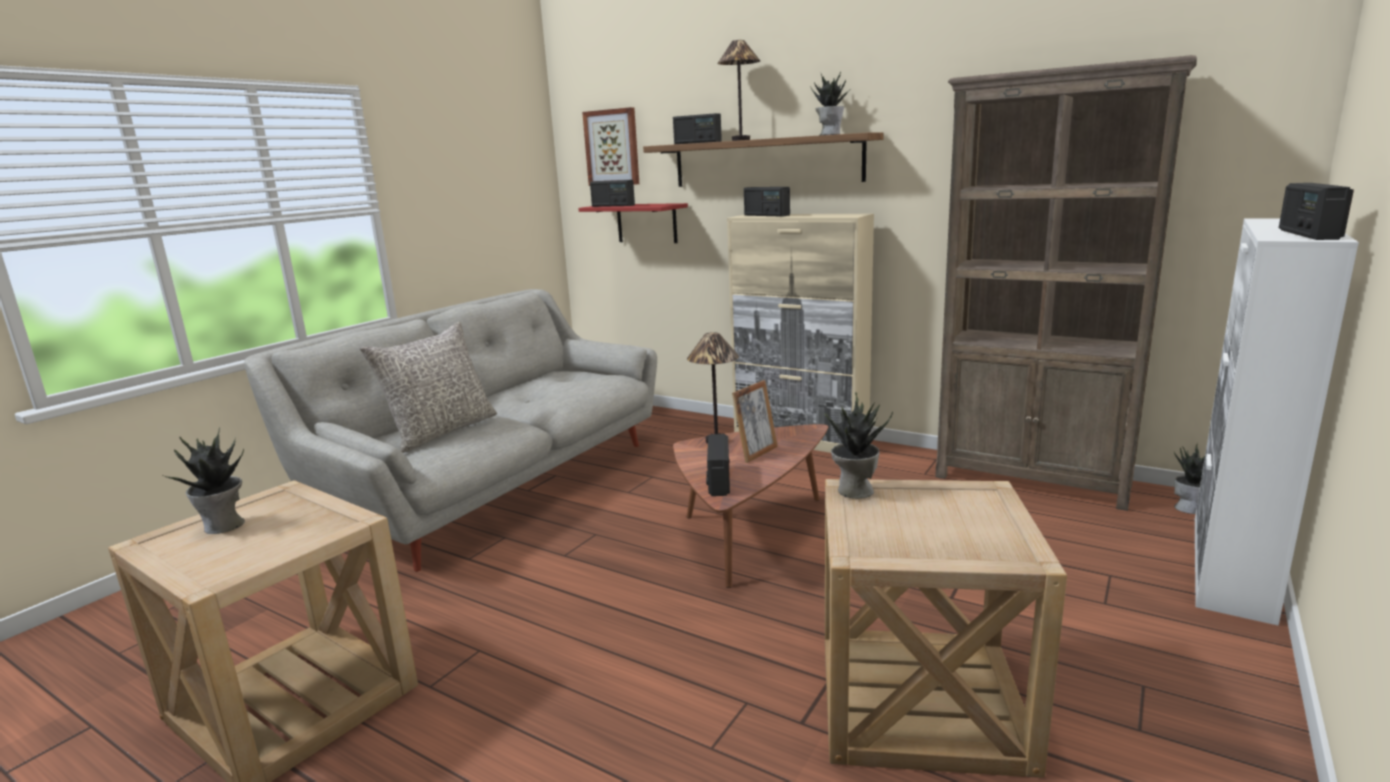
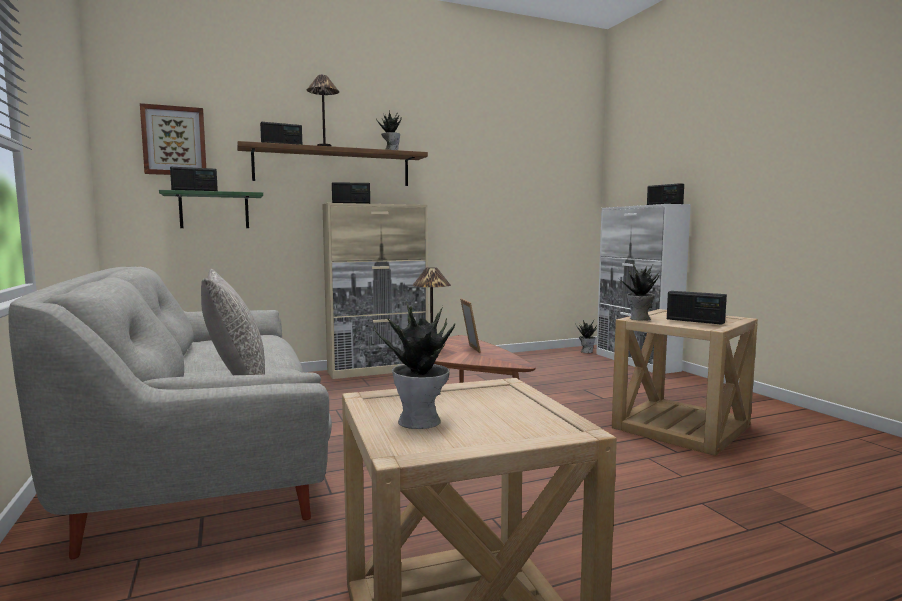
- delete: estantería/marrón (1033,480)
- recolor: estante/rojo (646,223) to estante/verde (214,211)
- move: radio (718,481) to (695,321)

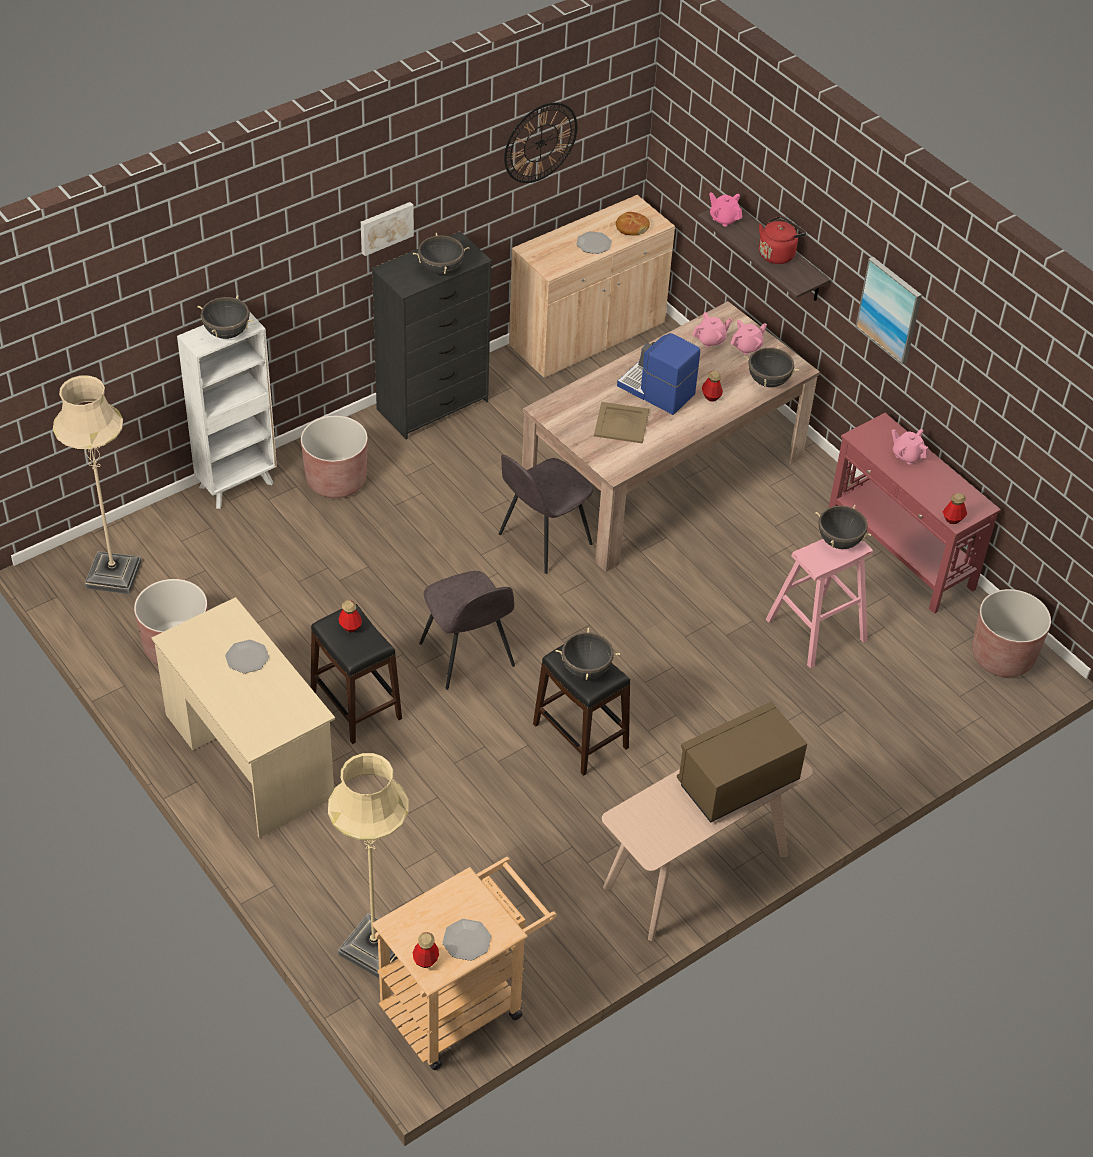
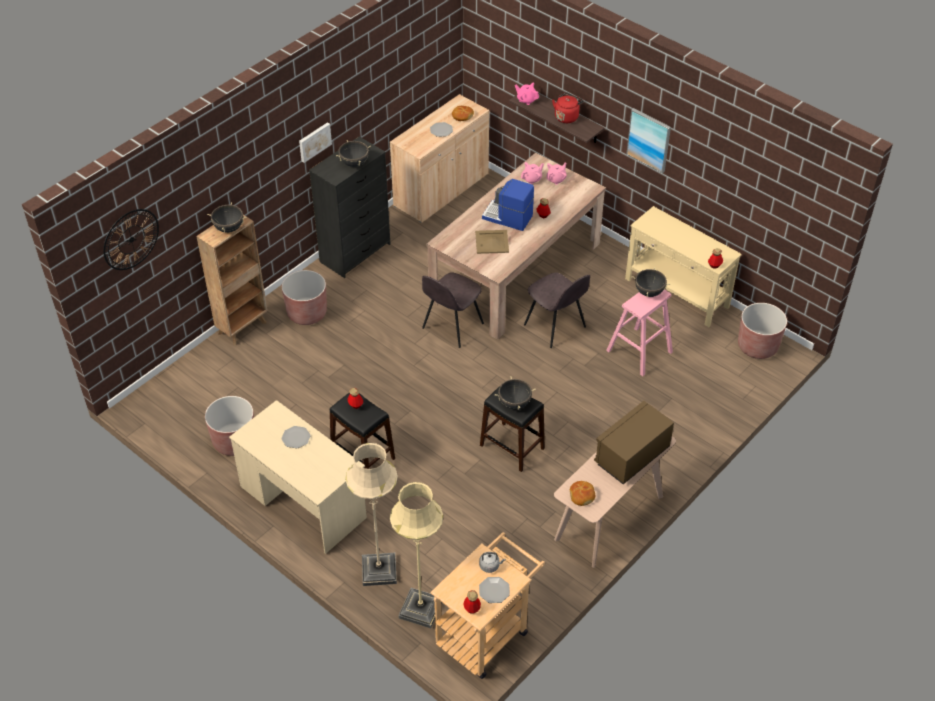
- move: reloj de pared (540,142) to (131,239)
- recolor: estantería/blanco (238,484) to estantería/marrón (243,327)
- delete: olla/negro (768,381)
- move: lámpara de pie/beis (114,574) to (379,570)
- recolor: mesa consola/rojo (900,553) to mesa consola/beis (677,293)
- delete: tetera/rosa (907,455)
- move: silla/gris (468,656) to (556,327)
- insert: pan (582,495)
- insert: hervidor/gris (490,566)

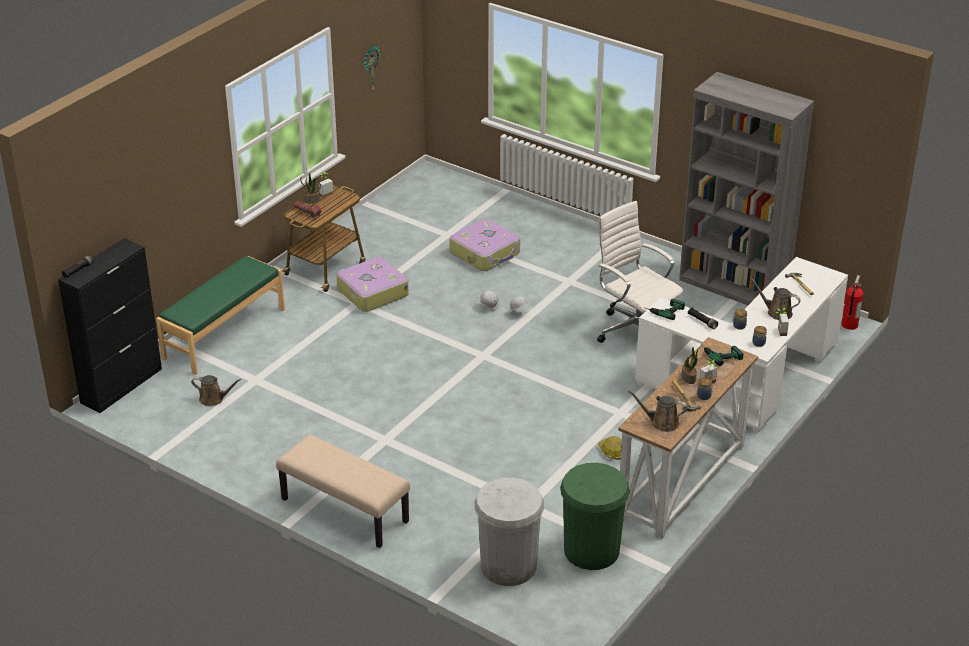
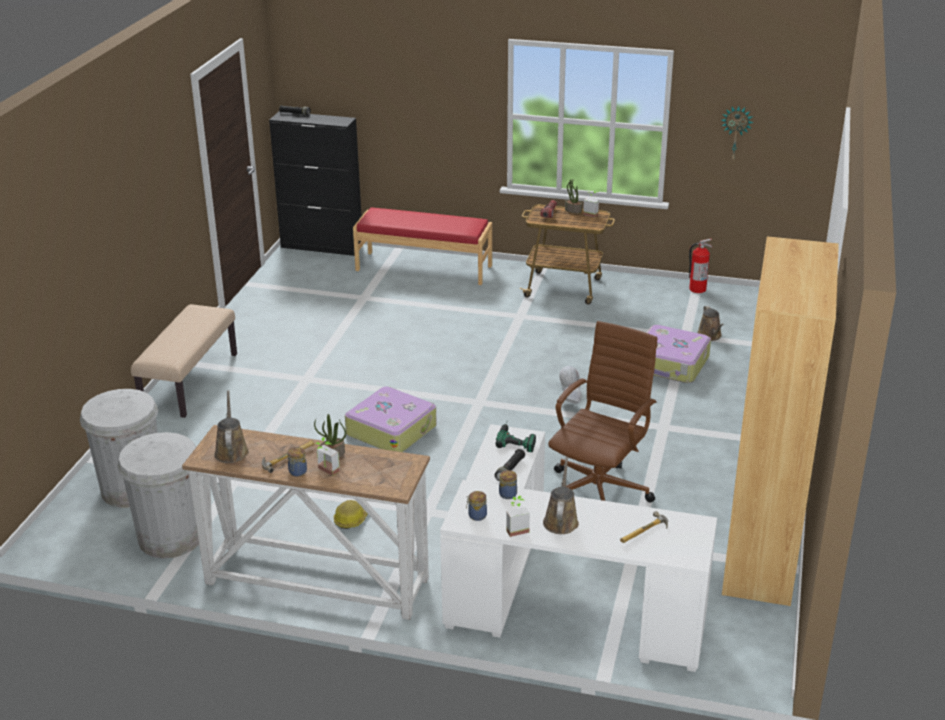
- recolor: estantería/gris (733,287) to estantería/marrón (760,553)
- recolor: silla de oficina/blanco (635,330) to silla de oficina/marrón (599,492)
- recolor: banco/verde (224,333) to banco/rojo (424,268)
- move: maleta (371,292) to (391,430)
- move: extintor (849,325) to (697,289)
- delete: taladro (720,354)
- move: regadera/marrón (214,399) to (710,336)
- recolor: papelera/verde (591,550) to papelera/blanco (171,537)

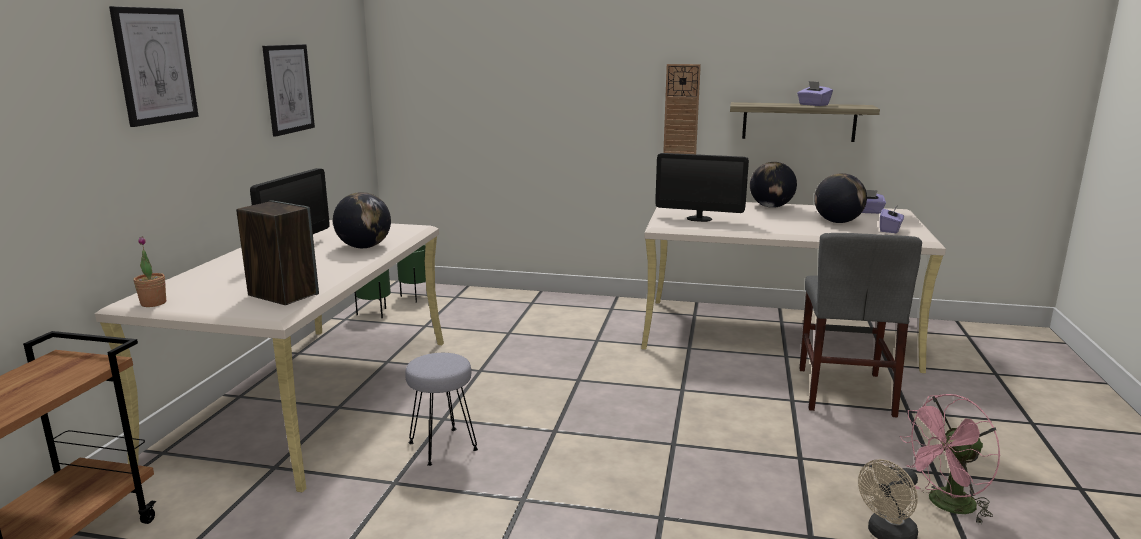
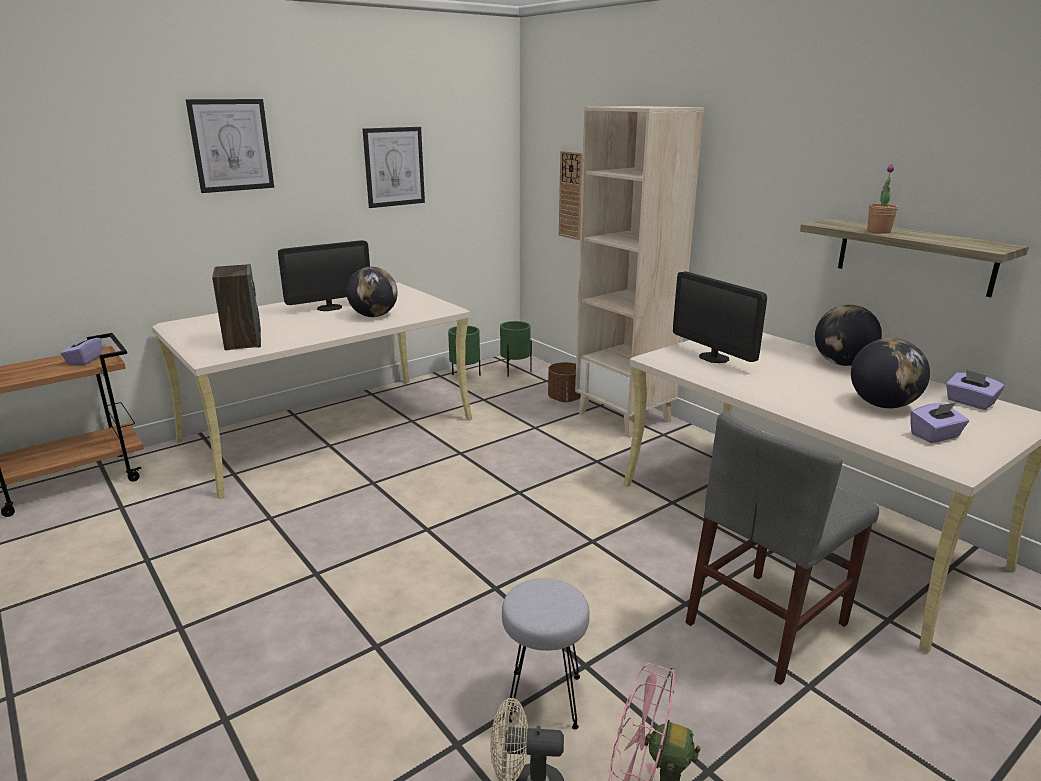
- move: reloj de pared (681,109) to (571,195)
- move: caja de pañuelos/morado (813,105) to (84,360)
- move: planta en maceta (153,303) to (878,231)
- move: taburete/gris (443,447) to (543,700)
- insert: estantería/beis (625,417)
- insert: maceta/marrón (565,399)

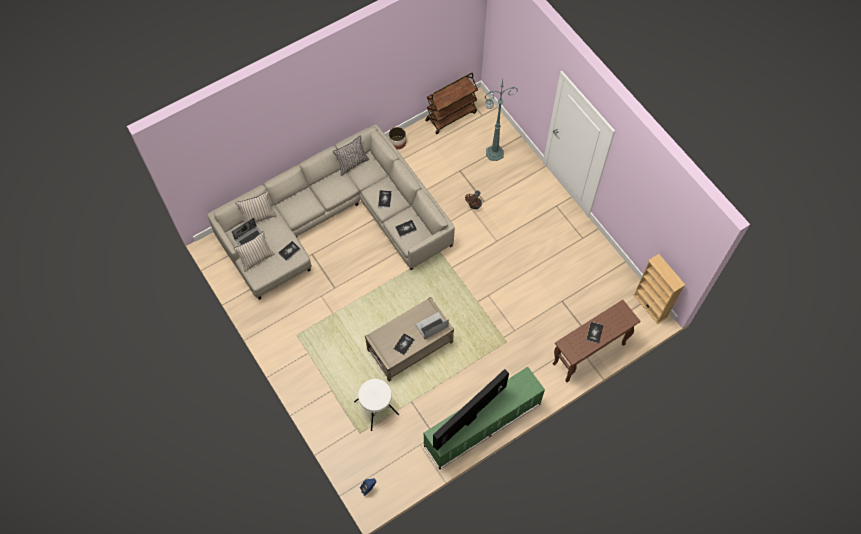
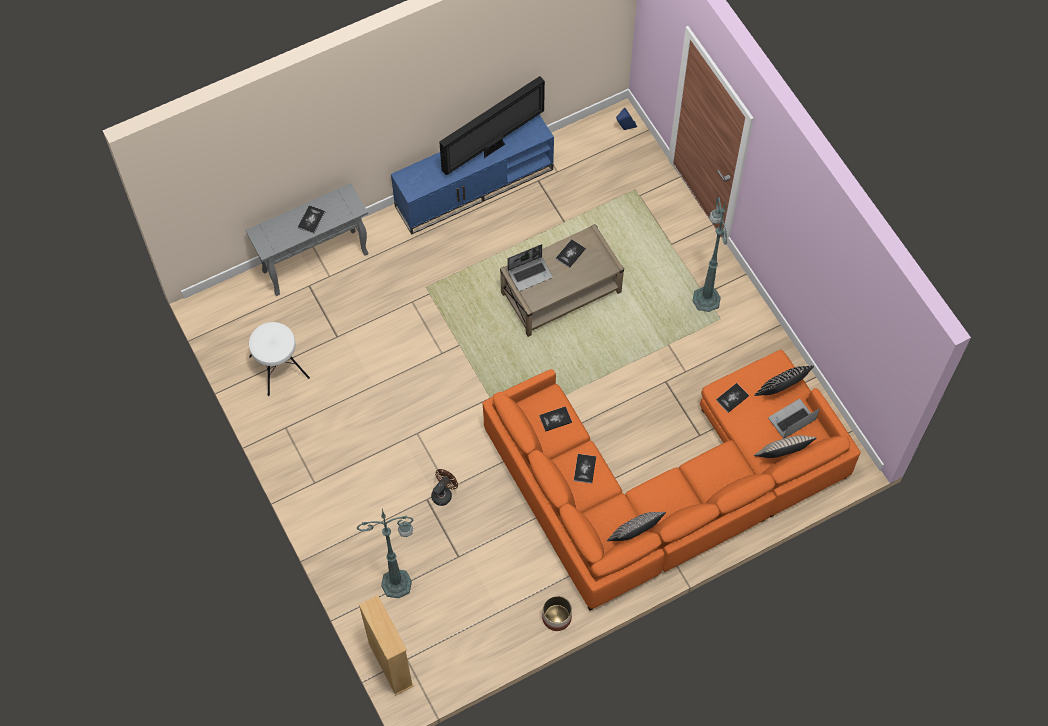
- delete: carrito/marrón (451,116)
- recolor: sofá/beis (333,221) to sofá/naranja (666,485)
- recolor: cojín/beis (256,258) to cojín/negro (780,390)
- move: estantería/beis (650,305) to (390,664)
- recolor: mesa consola/marrón (588,354) to mesa consola/gris (316,262)
- recolor: mueble de televisión/verde (482,426) to mueble de televisión/azul (474,186)
- move: taburete/blanco (376,407) to (278,367)
- insert: lámpara de pie/verde (706,298)

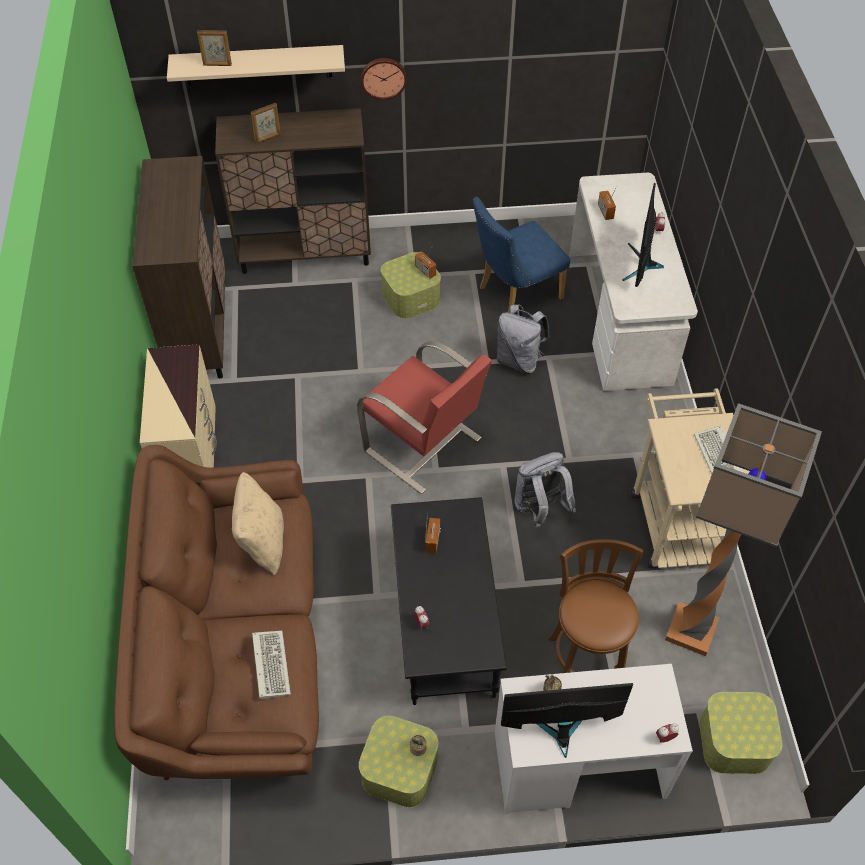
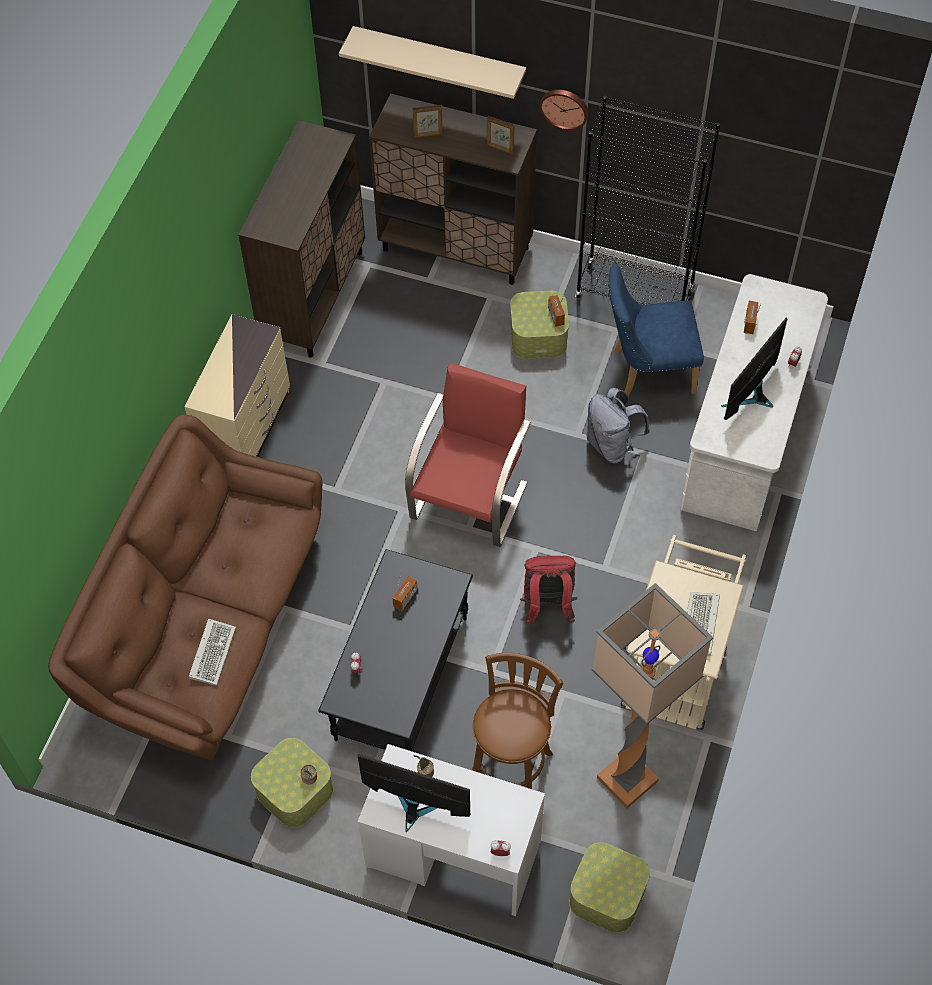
- move: portarretratos (217,65) to (500,148)
- rotate: sillón/rojo (424,445) = (469,499) 135 degrees counterclockwise
- recolor: mochila/gris (539,509) to mochila/rojo (547,606)
- delete: cojín/beis (262,542)
- insert: estantería/negro (634,295)

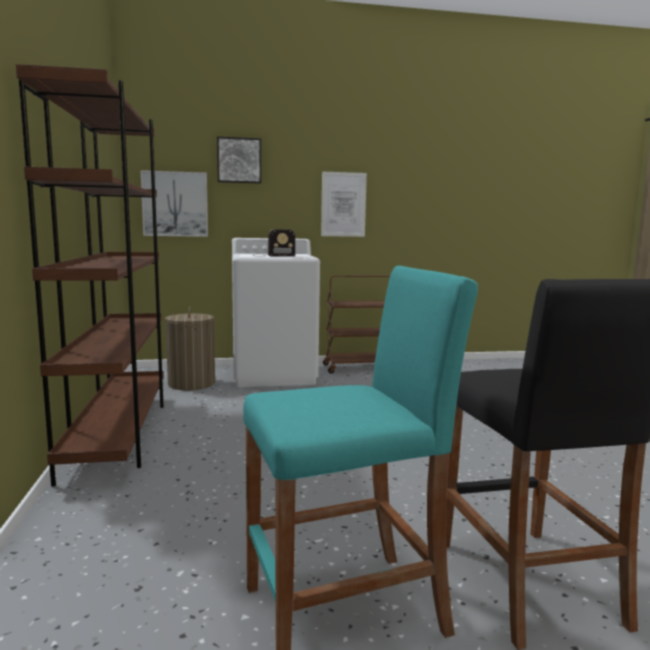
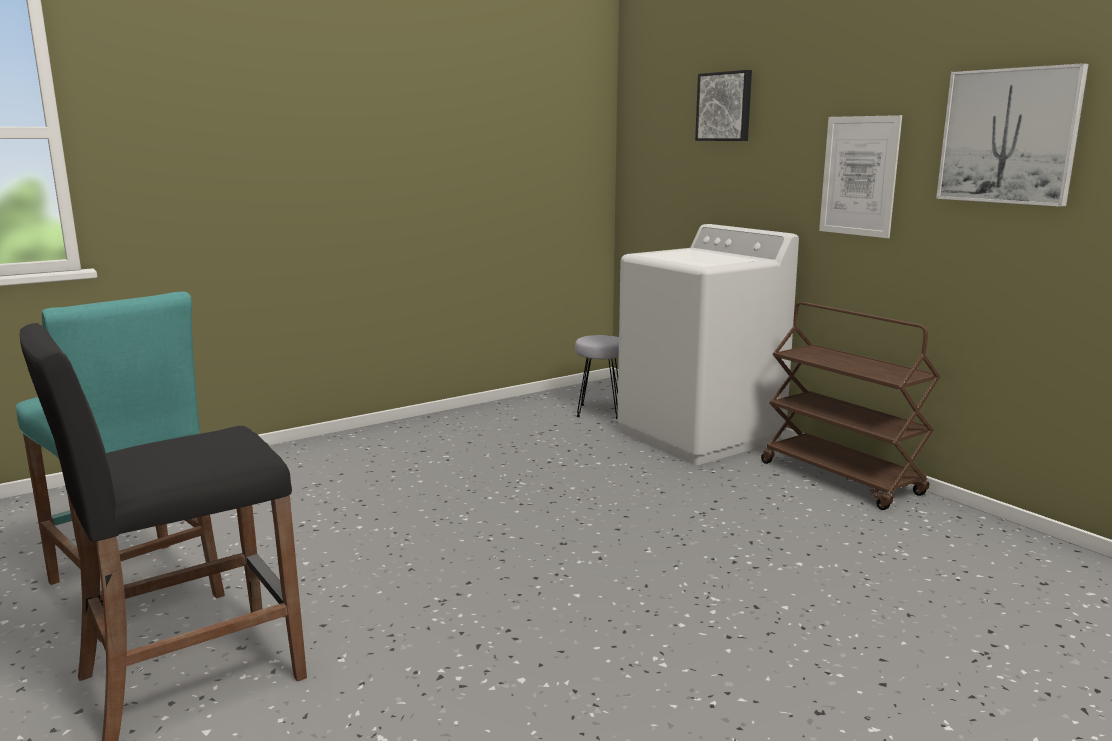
- delete: estantería/marrón (119,434)
- move: cuadro (175,204) to (1009,136)
- delete: radio (271,255)
- replace: cesto de la ropa (191,383) to taburete/gris (599,411)

